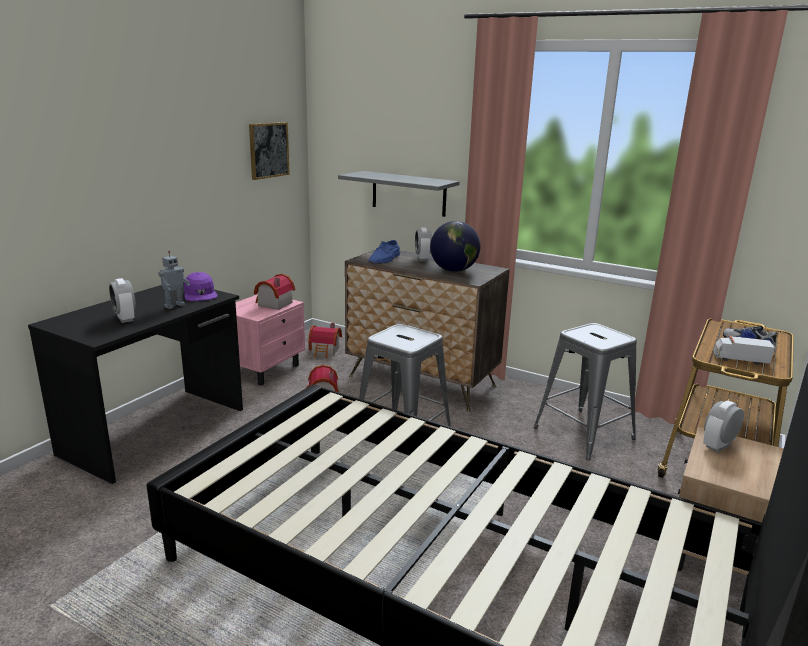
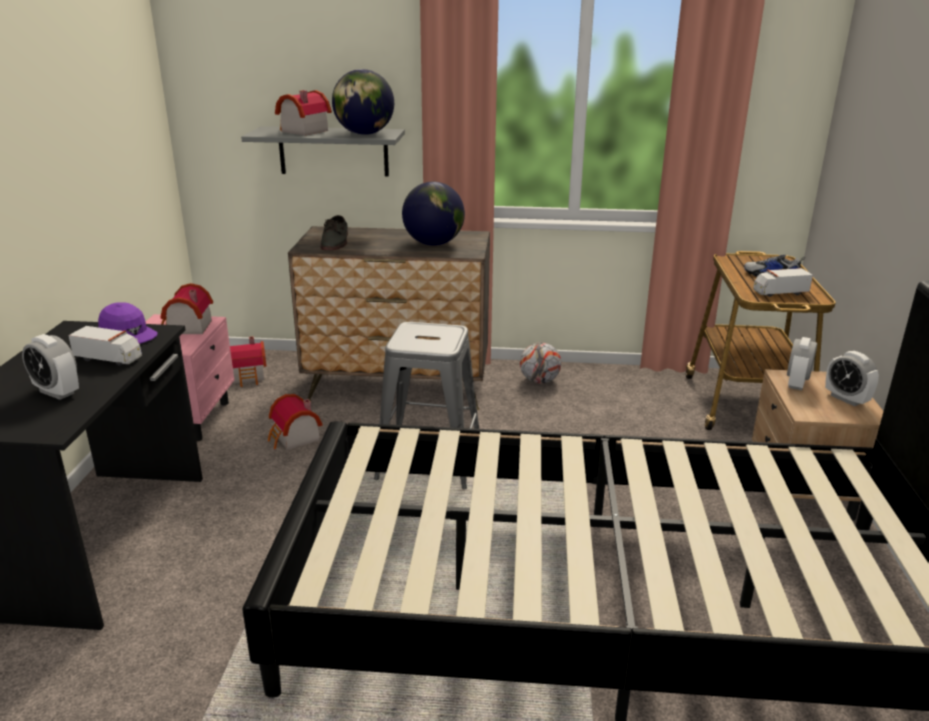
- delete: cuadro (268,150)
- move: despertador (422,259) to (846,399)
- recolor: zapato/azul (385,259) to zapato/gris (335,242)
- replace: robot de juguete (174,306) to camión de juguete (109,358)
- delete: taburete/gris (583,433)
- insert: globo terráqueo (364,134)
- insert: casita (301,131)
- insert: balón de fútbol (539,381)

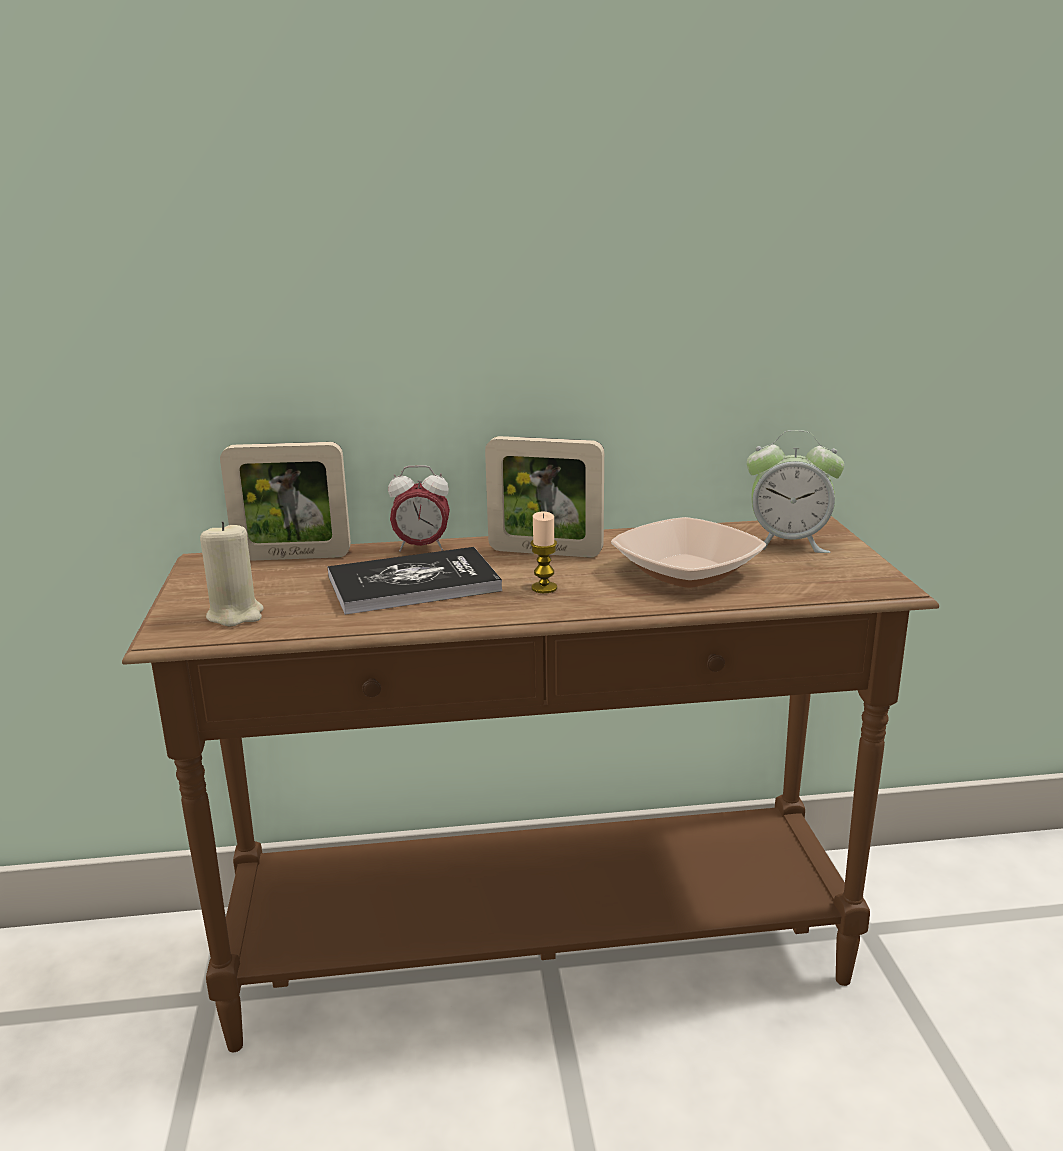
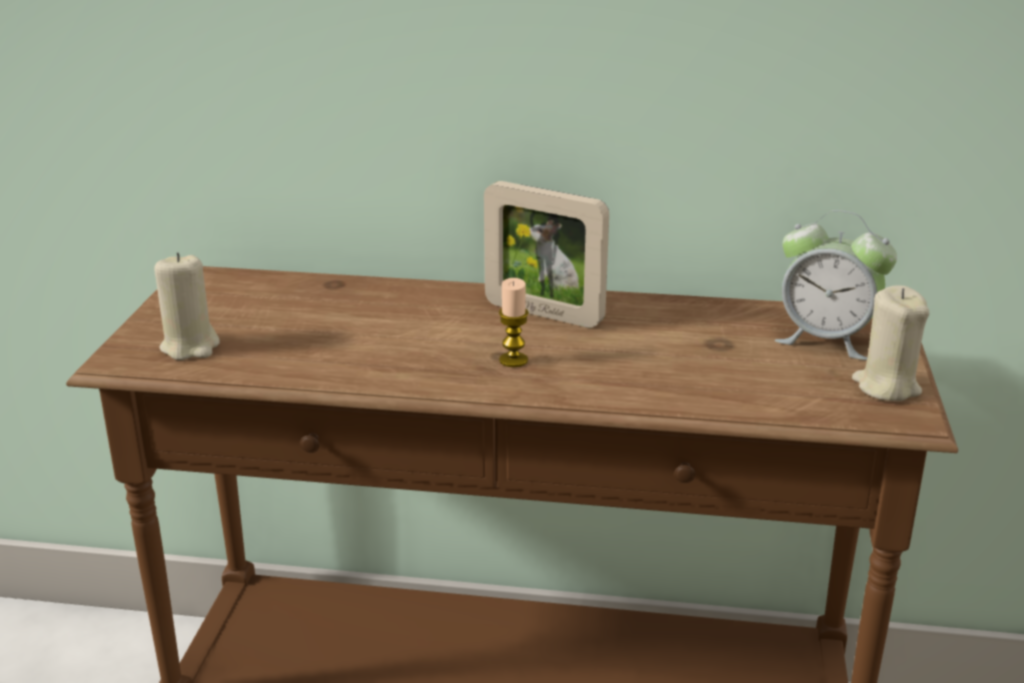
- delete: portarretratos (293,556)
- delete: despertador (421,548)
- delete: cuenco (686,571)
- delete: libro (413,583)
- insert: vela/beis (886,386)

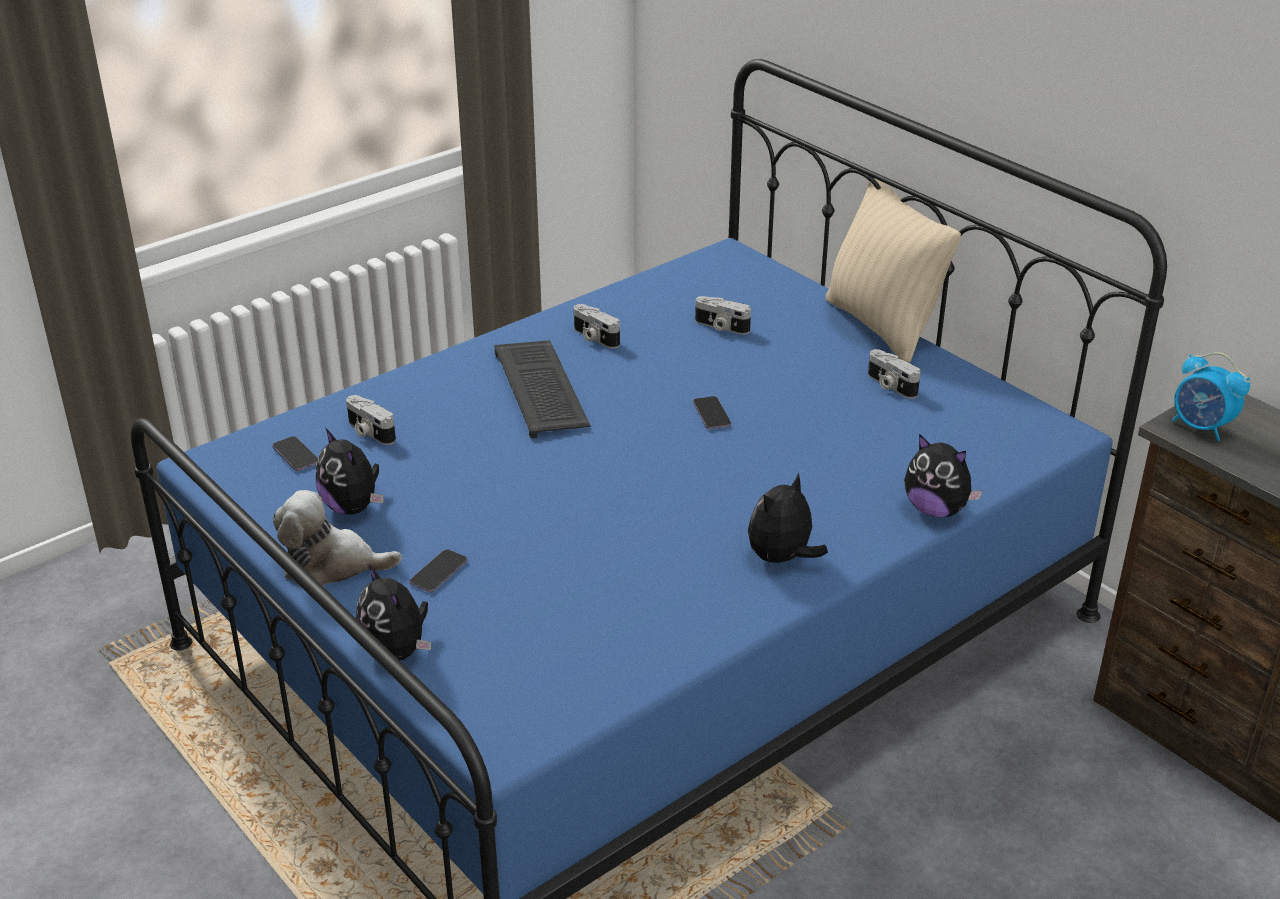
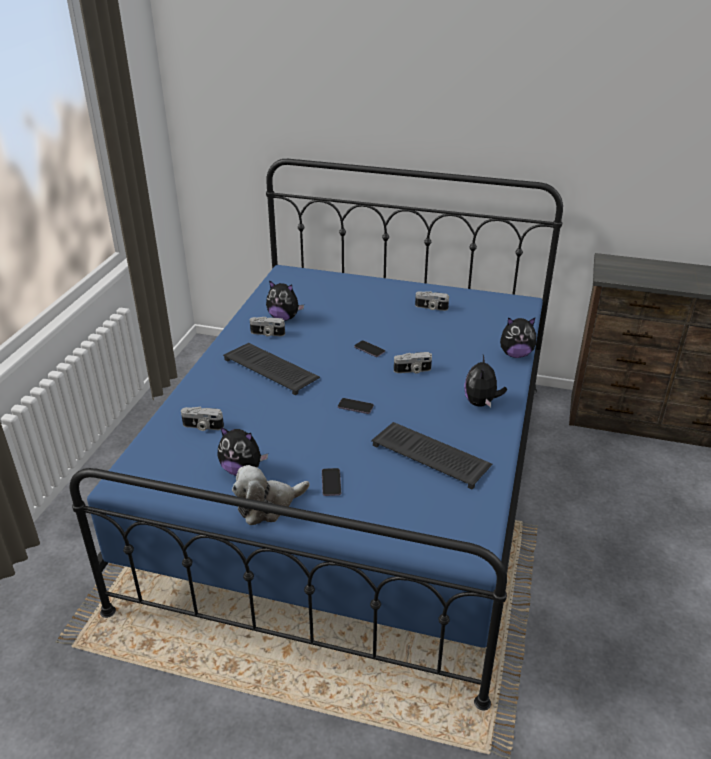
- delete: cojín/beis (882,326)
- move: cámara (721,327) to (412,370)
- delete: despertador (1201,427)
- move: móvil (295,455) to (355,407)
- move: peluche (397,650) to (284,318)
- insert: teclado (432,455)

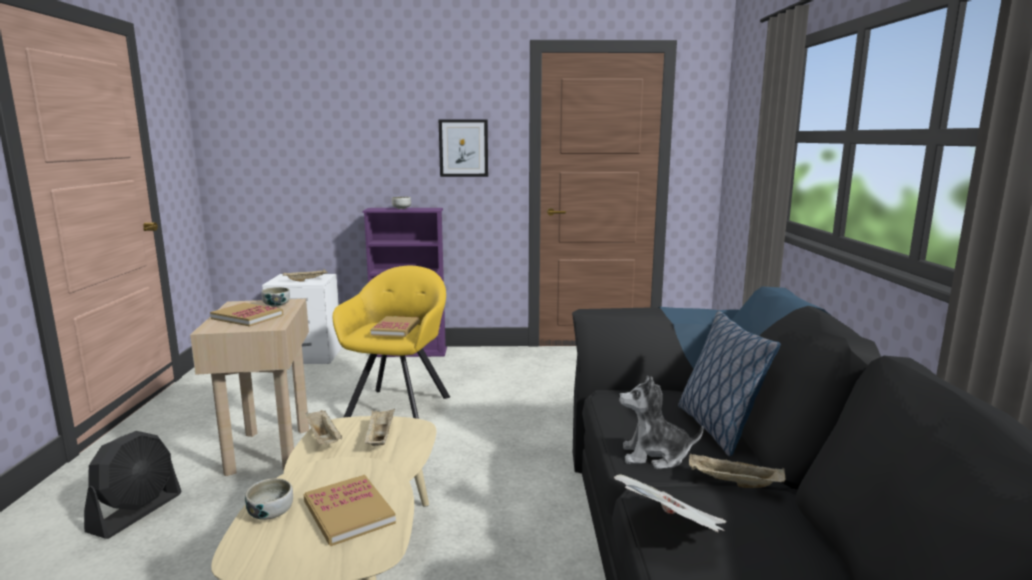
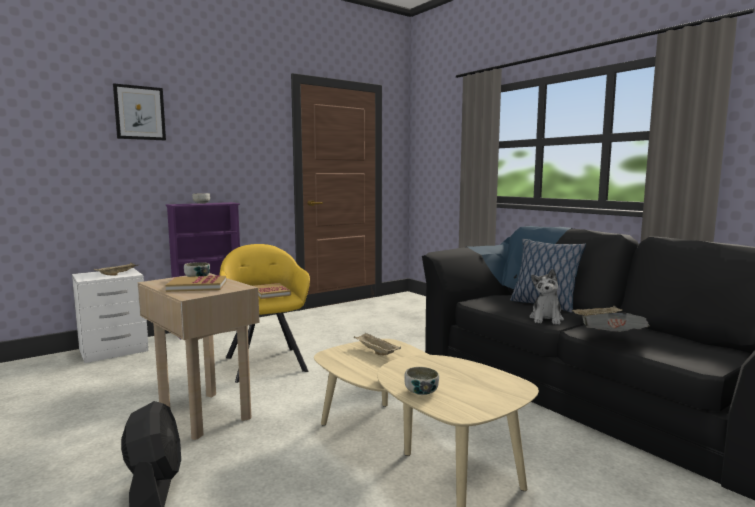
- move: cuadro (463,148) to (140,113)
- rotate: peluche (655,456) = (546,319) 45 degrees counterclockwise
- delete: bandeja/beis (324,439)
- delete: libro (348,512)

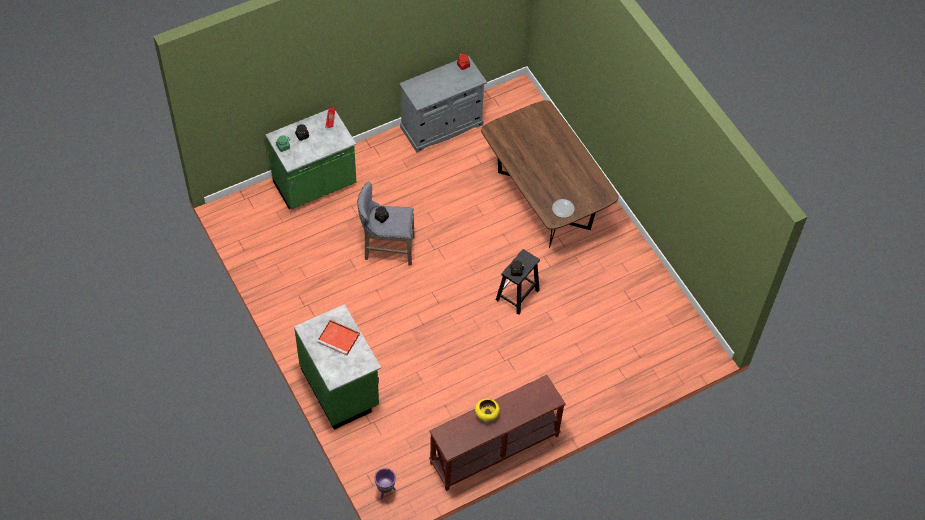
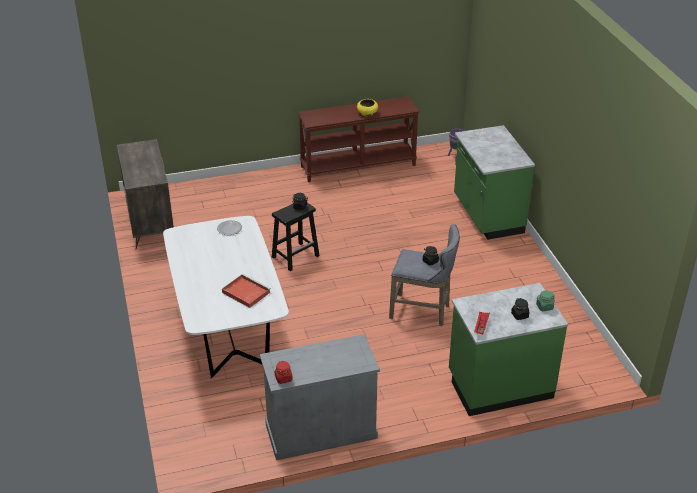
- recolor: mesa de comedor/marrón (543,201) to mesa de comedor/blanco (229,330)
- move: bandeja/rojo (339,338) to (245,292)
- insert: cómoda (150,222)

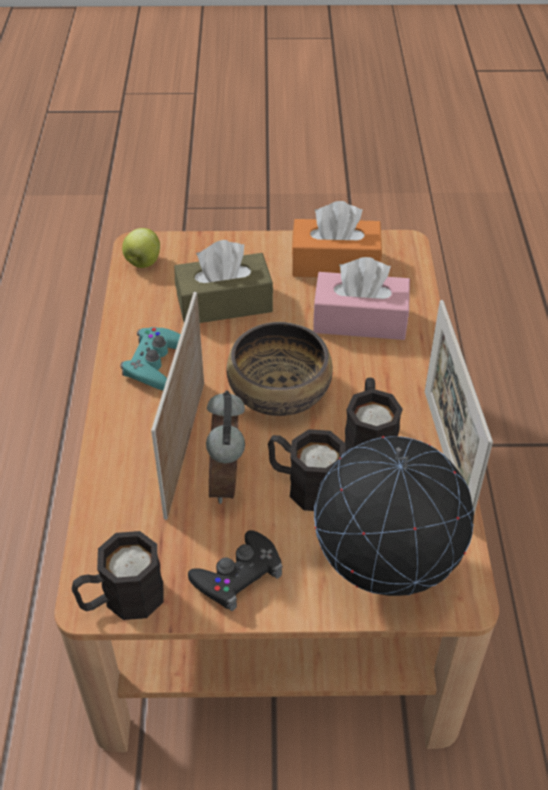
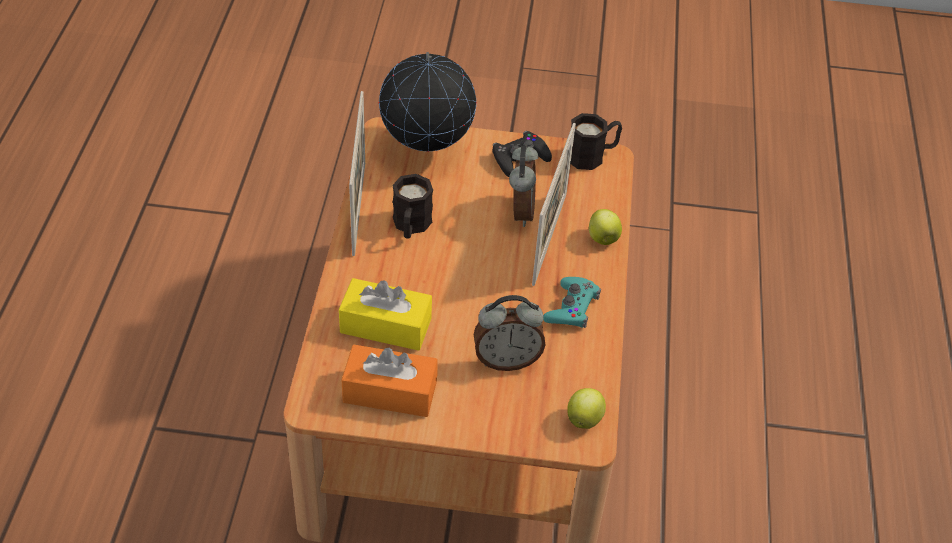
- replace: caja de pañuelos/marrón (224,303) to despertador (506,360)
- recolor: caja de pañuelos/rosa (360,320) to caja de pañuelos/amarillo (385,326)
- delete: cuenco (278,391)
- delete: taza grande/negro (304,485)
- insert: manzana (603,239)

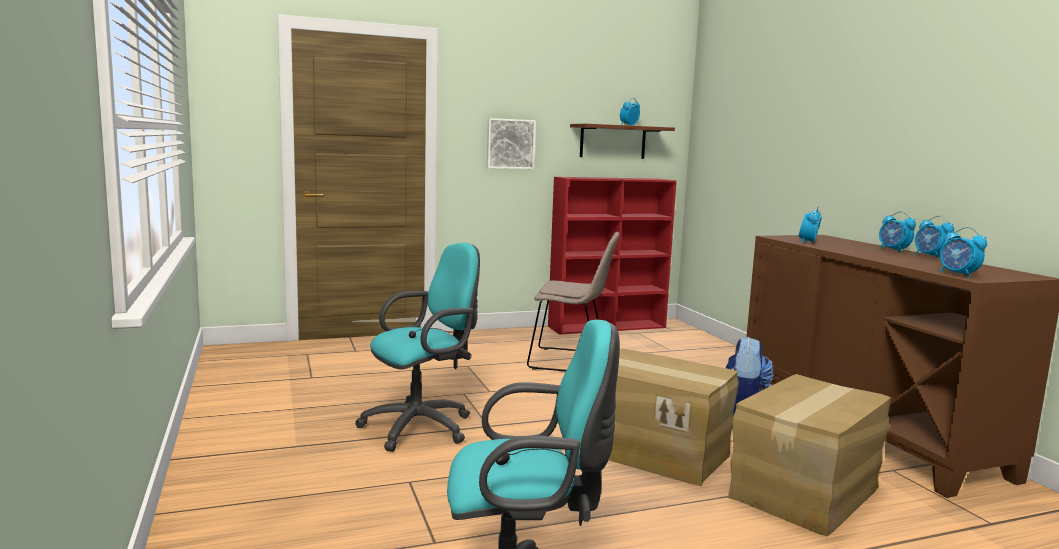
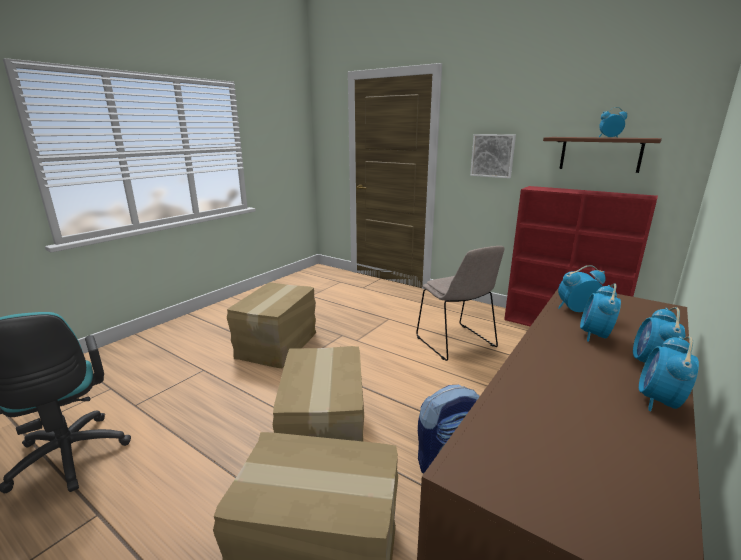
- move: despertador (958,275) to (595,336)
- replace: silla de oficina/turquesa (423,427) to caja de cartón (278,345)

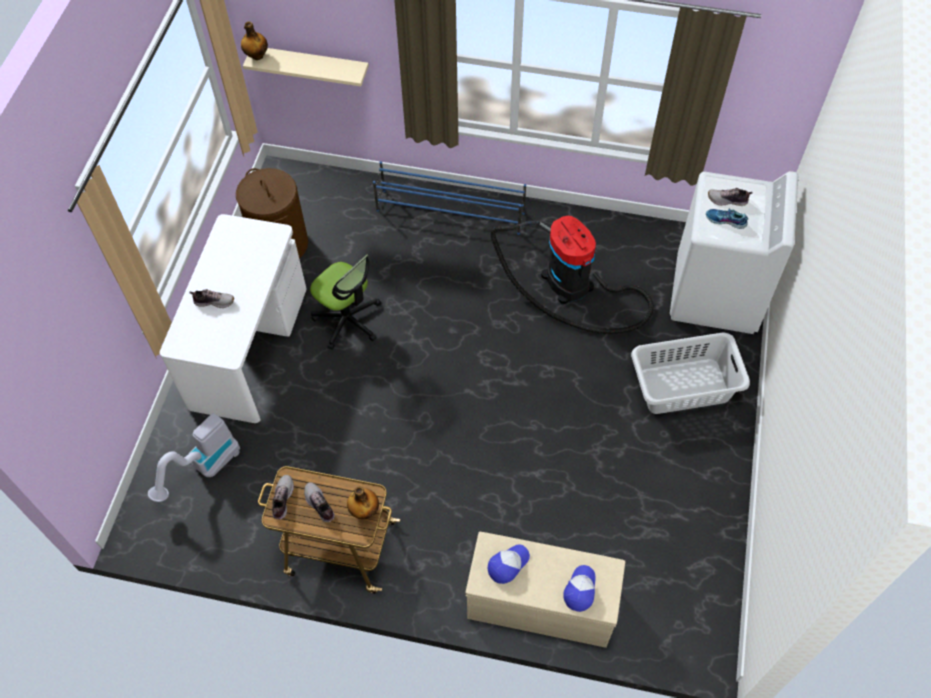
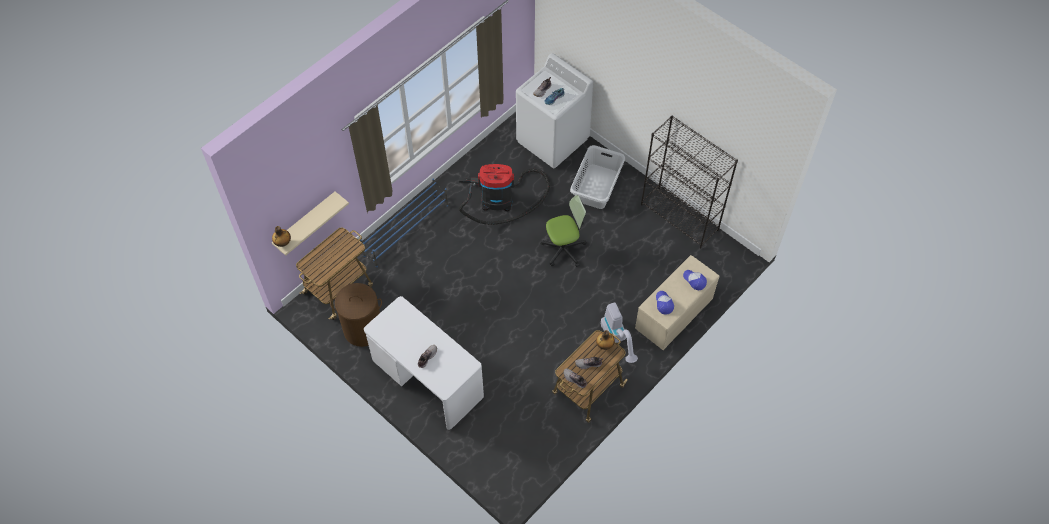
- move: silla de oficina (348,320) to (563,249)
- move: aspiradora (204,469) to (618,340)
- insert: estantería/negro (680,217)
- insert: carrito (339,289)

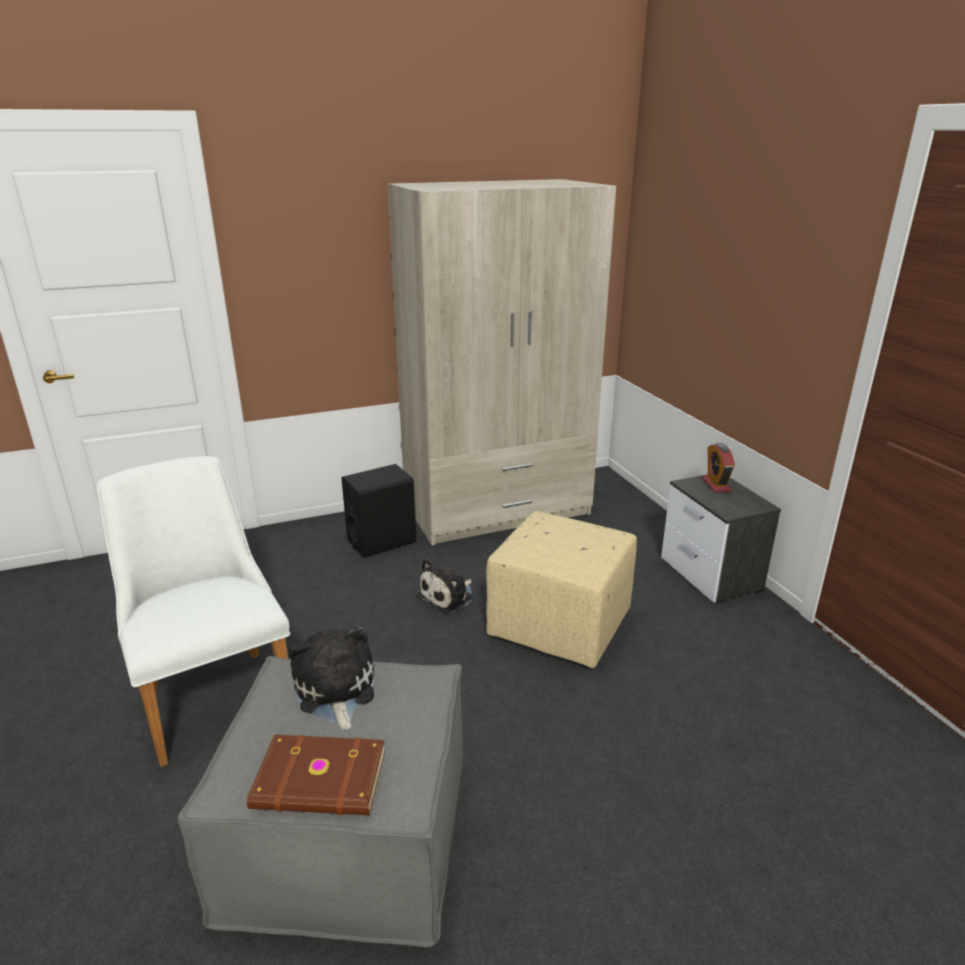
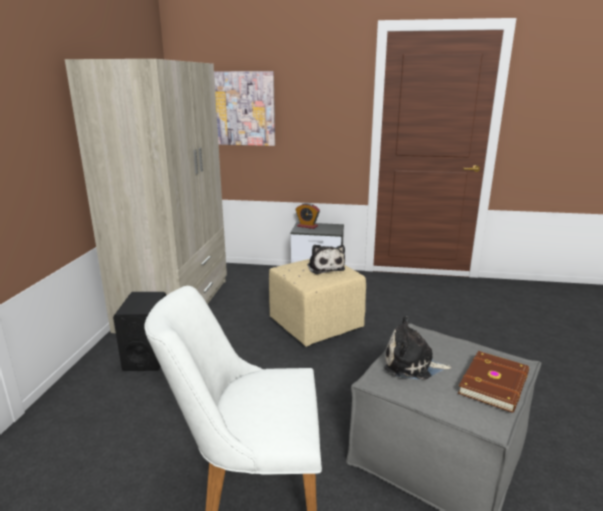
- move: peluche (448,597) to (325,267)
- insert: cuadro (240,109)

